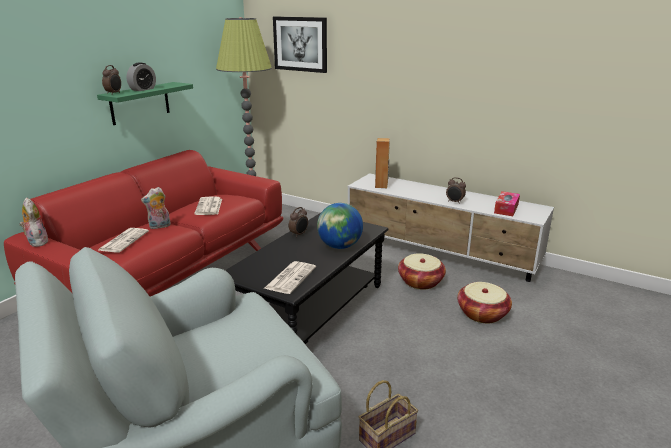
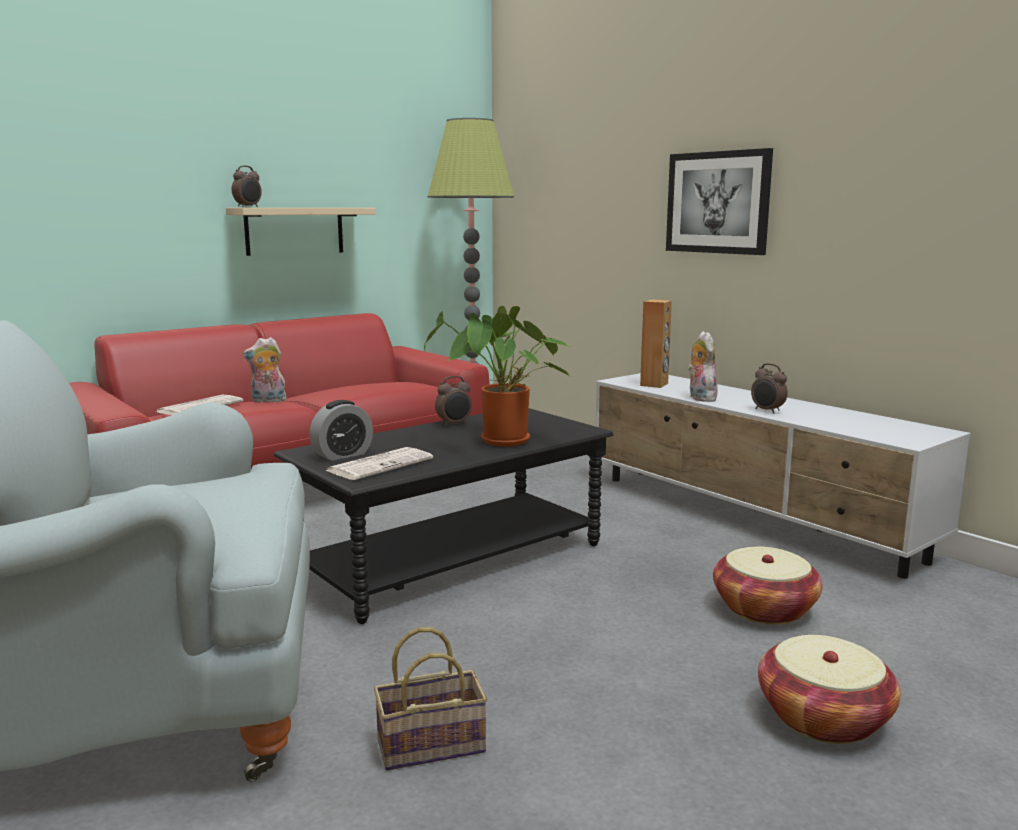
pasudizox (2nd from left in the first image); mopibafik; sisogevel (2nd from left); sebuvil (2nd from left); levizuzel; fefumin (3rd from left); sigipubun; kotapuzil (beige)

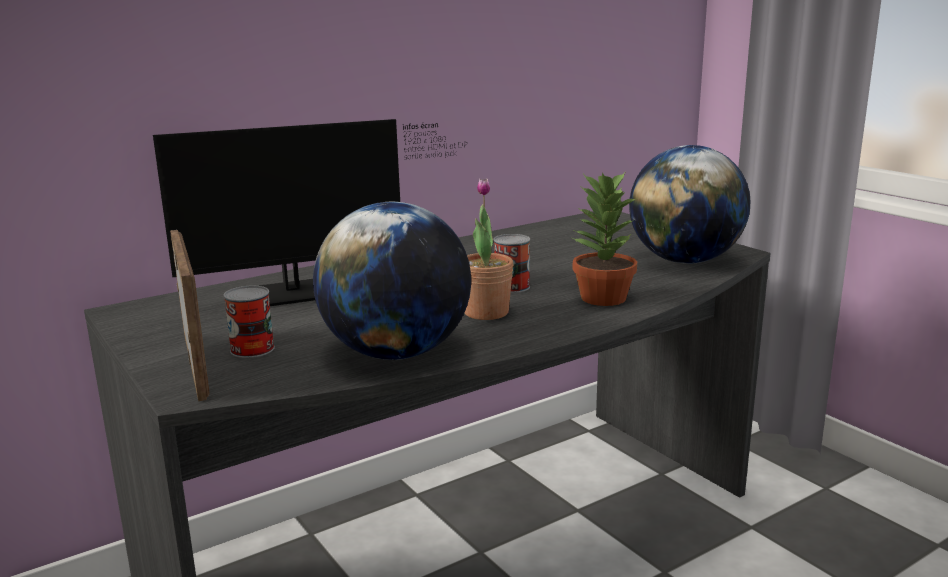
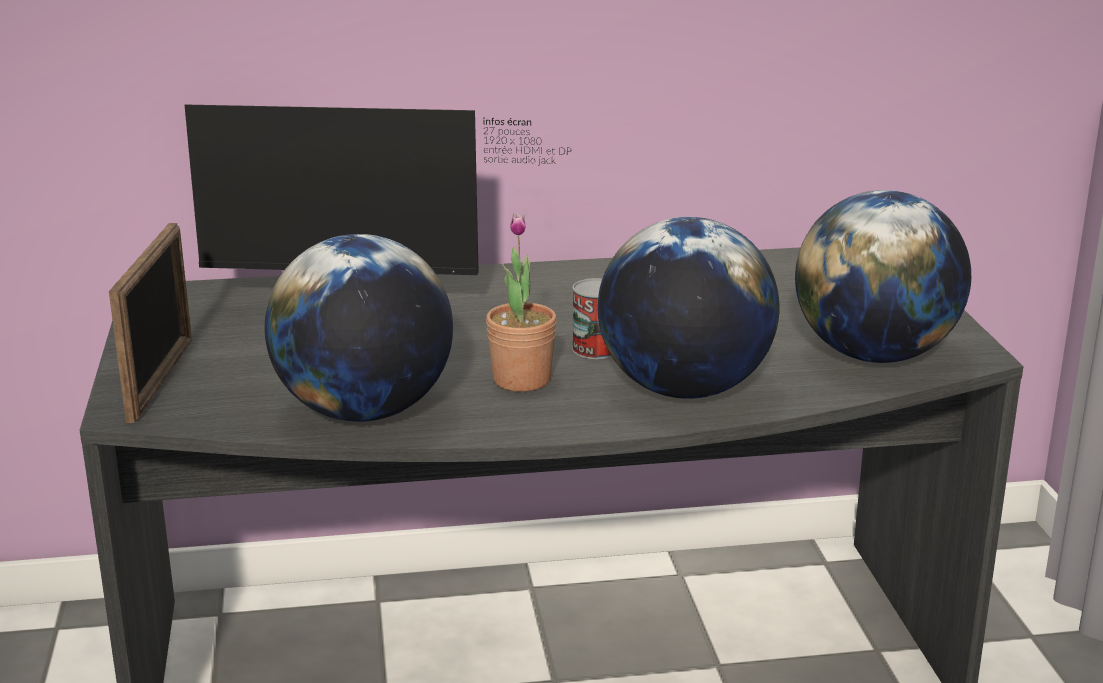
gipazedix (1st from left in the first image); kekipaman (2nd from left)

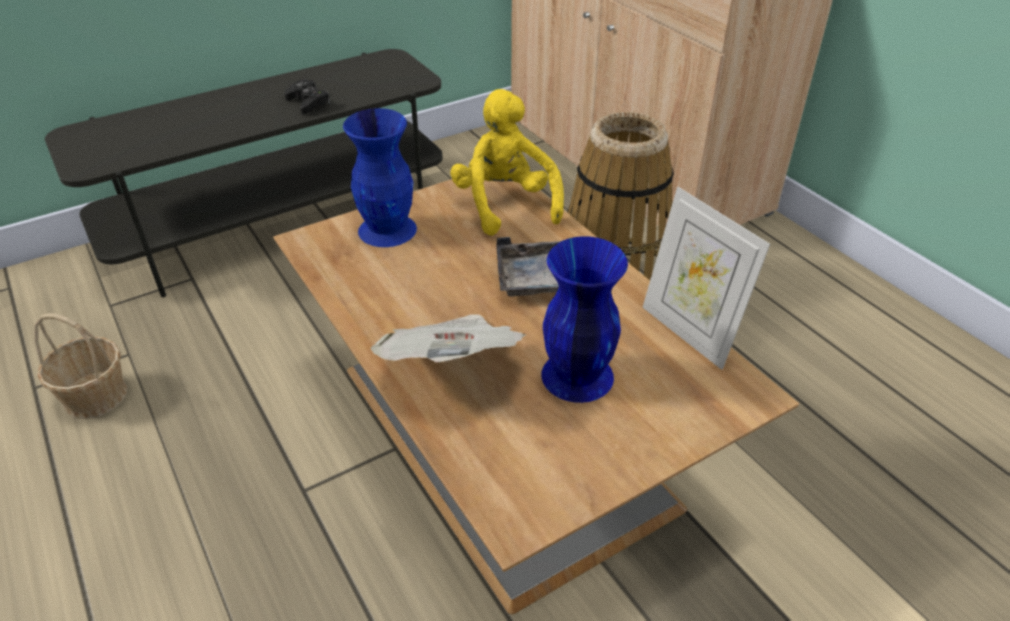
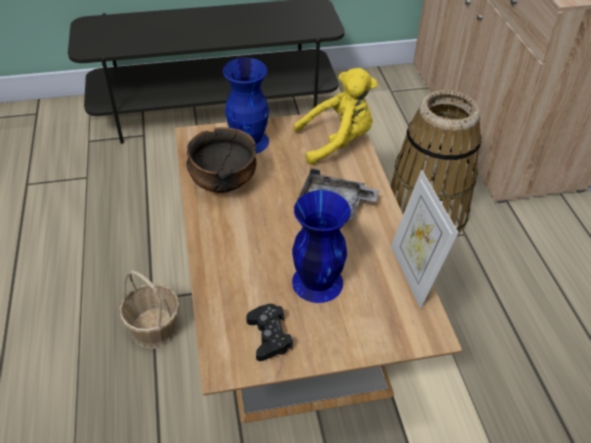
pasudizox; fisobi; fefumin (1st from left); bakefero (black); sisogevel (yellow)

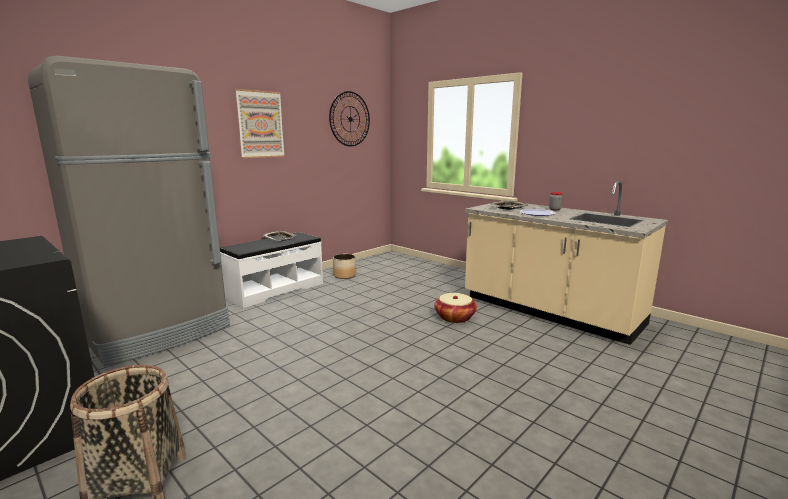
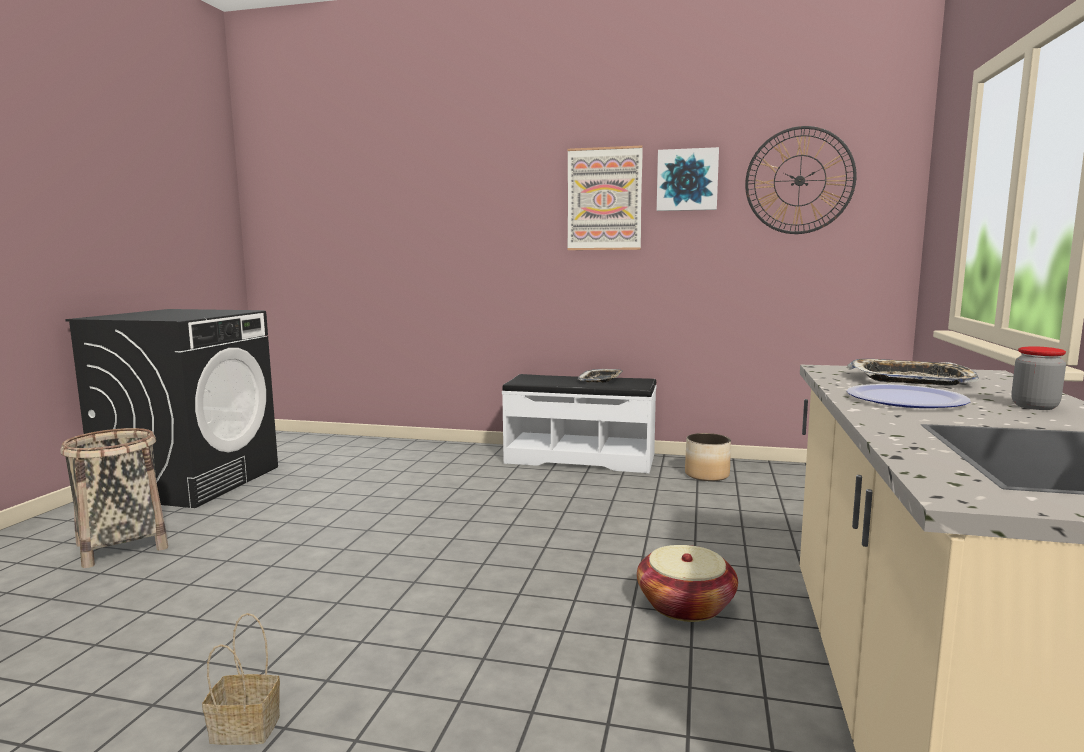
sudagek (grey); fefumin (2nd from left); levizuzel (2nd from left)

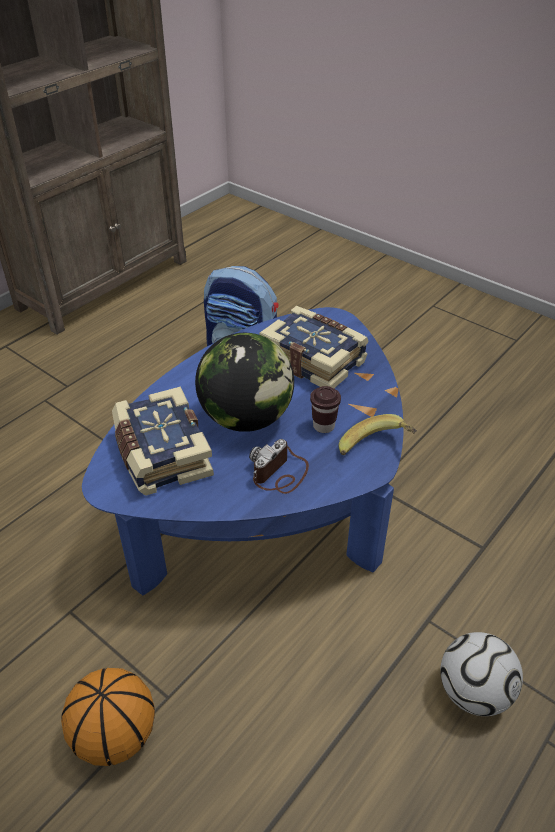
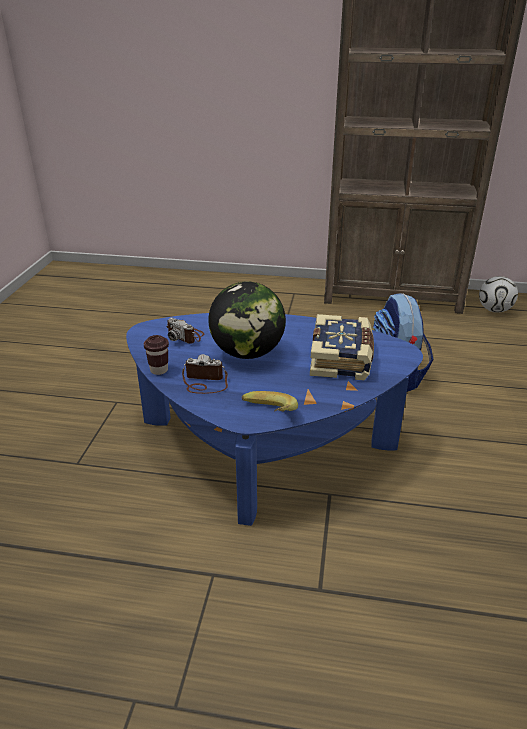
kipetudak; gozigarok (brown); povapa; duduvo (1st from left)

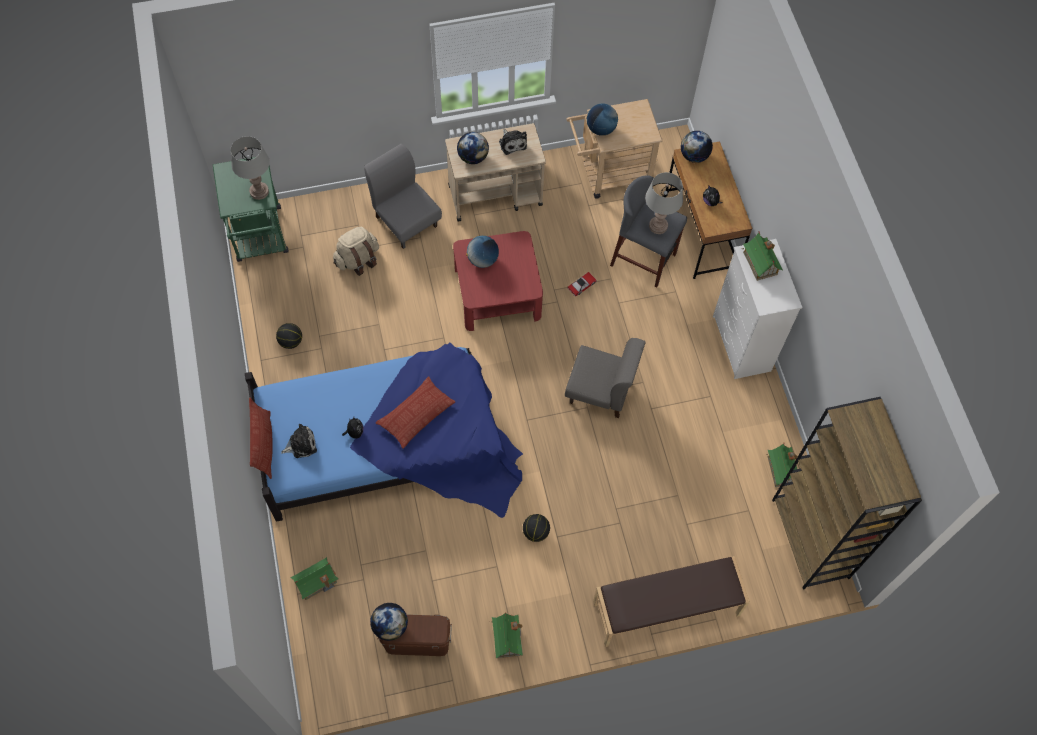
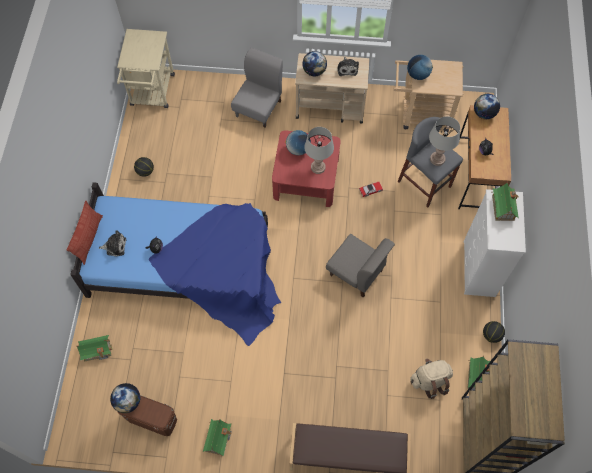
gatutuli (2nd from left in the first image); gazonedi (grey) (1st from left); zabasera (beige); kipetudak (2nd from left); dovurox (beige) (1st from left); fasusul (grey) (1st from left)

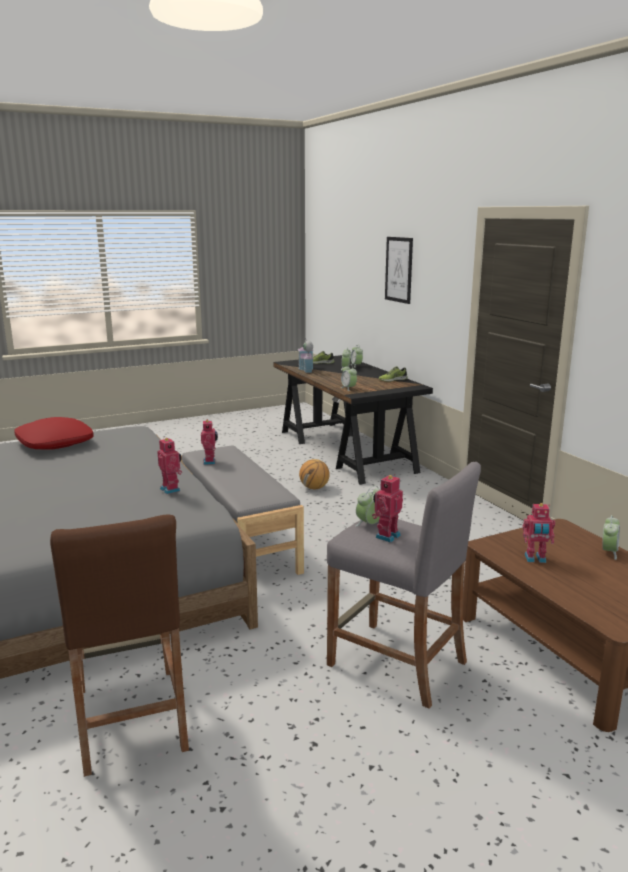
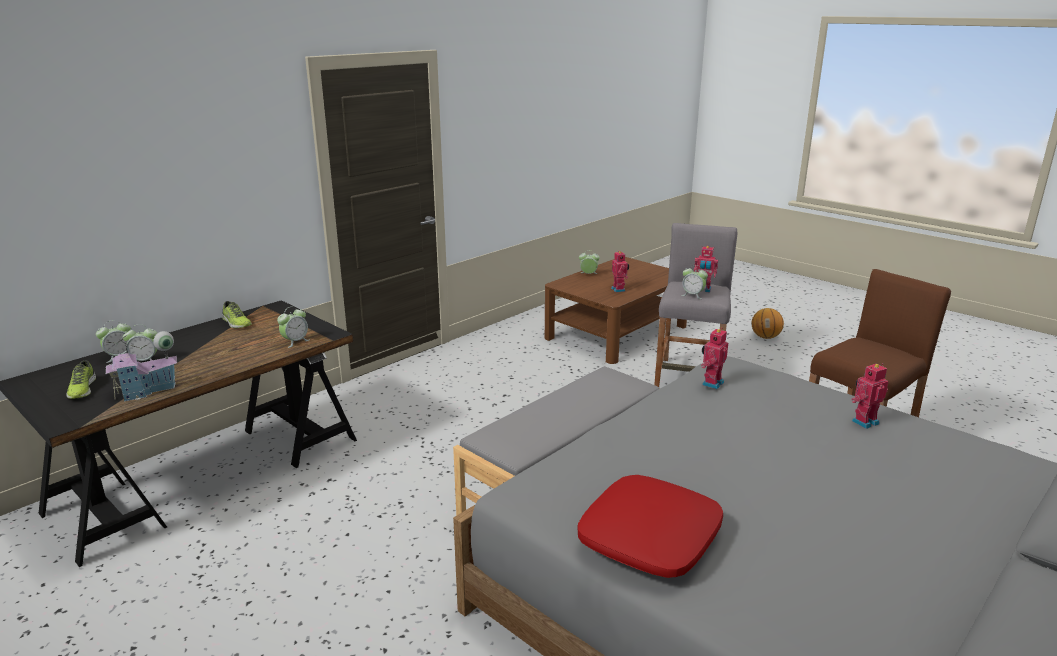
levizuzel; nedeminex (4th from left); kipetudak

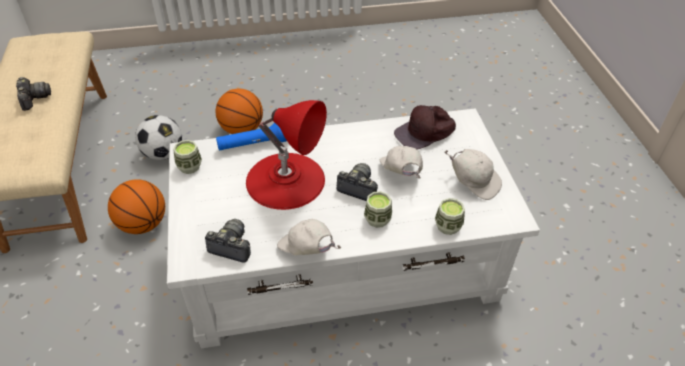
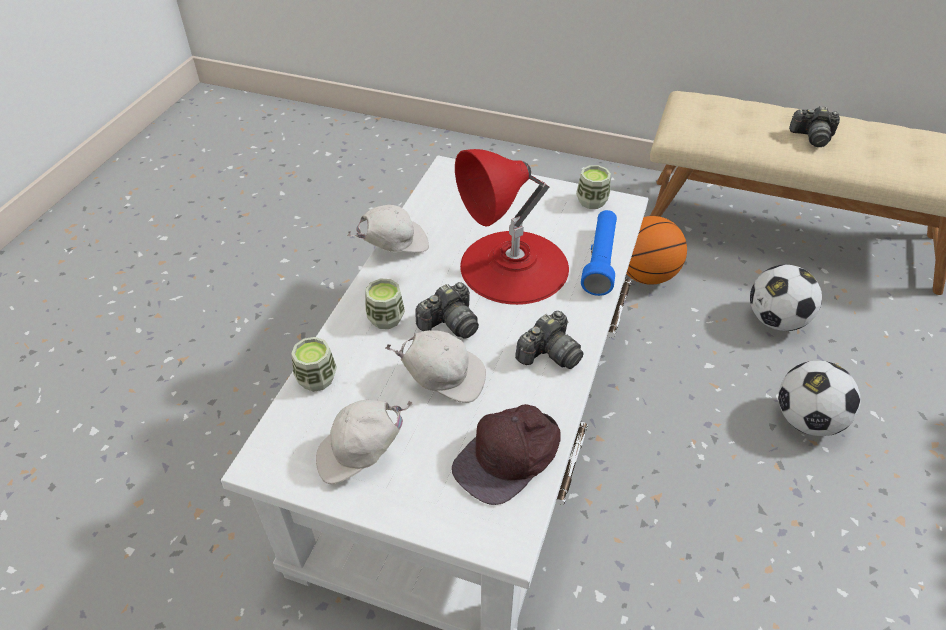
duduvo (2nd from left); povapa (2nd from left); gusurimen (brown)

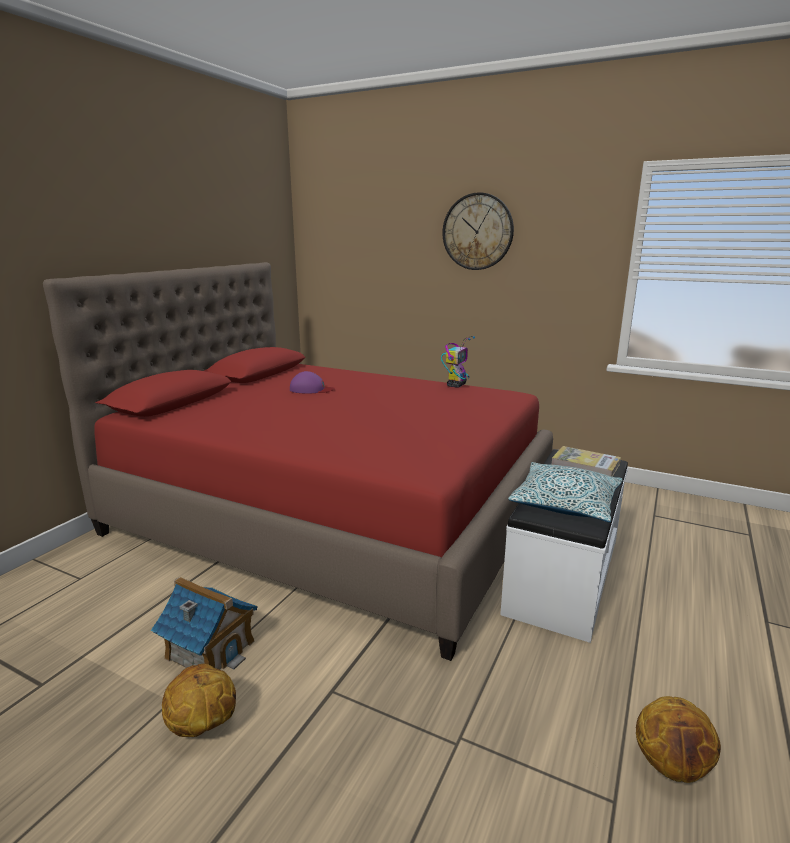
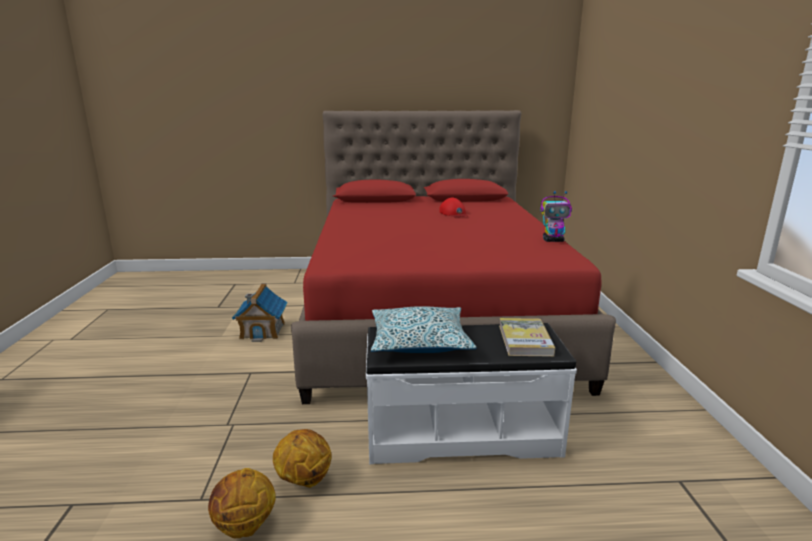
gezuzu; kipetudak (2nd from left); gusurimen (red)

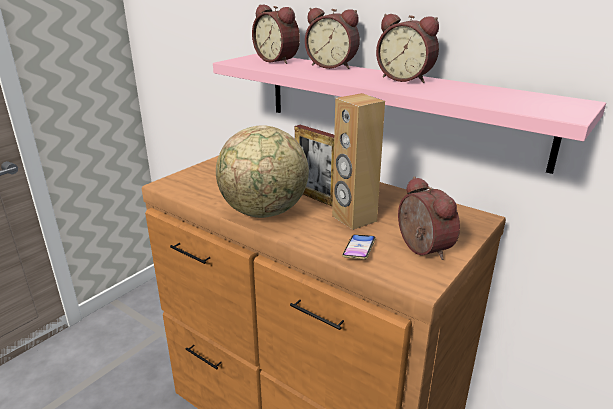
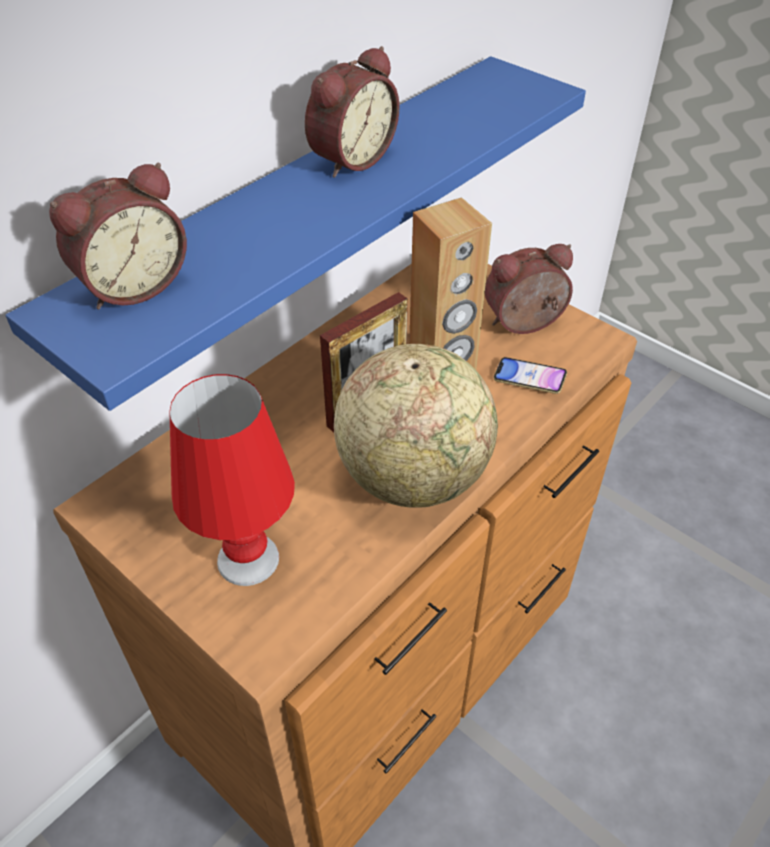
sebuvil (2nd from left in the first image); gazonedi (red); kotapuzil (blue)

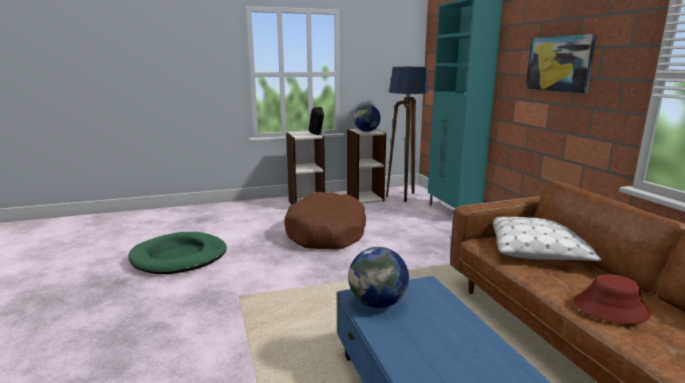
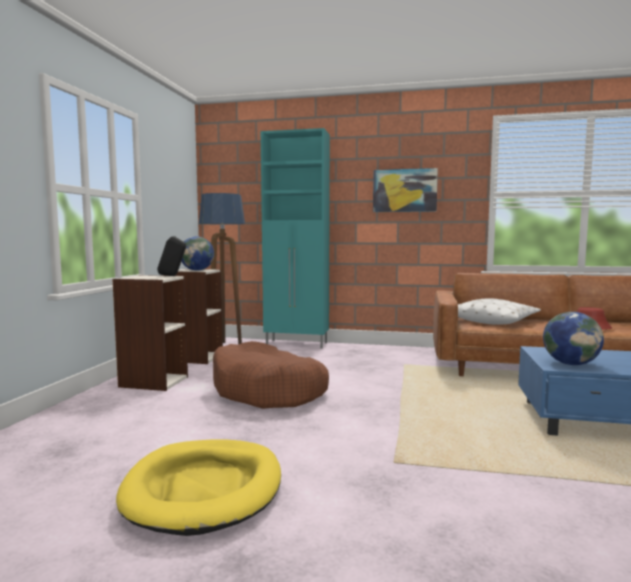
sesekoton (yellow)

